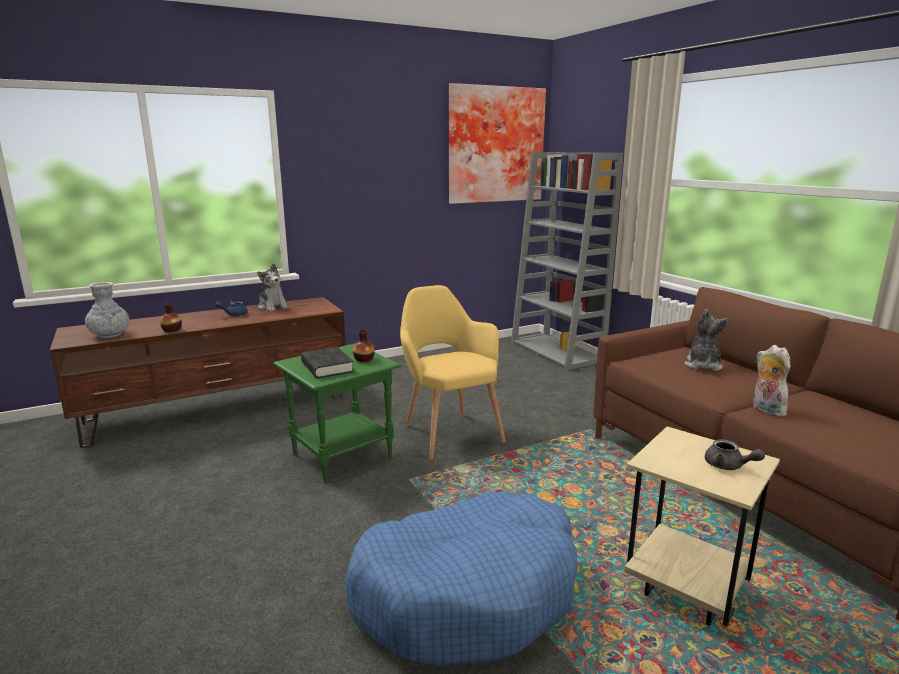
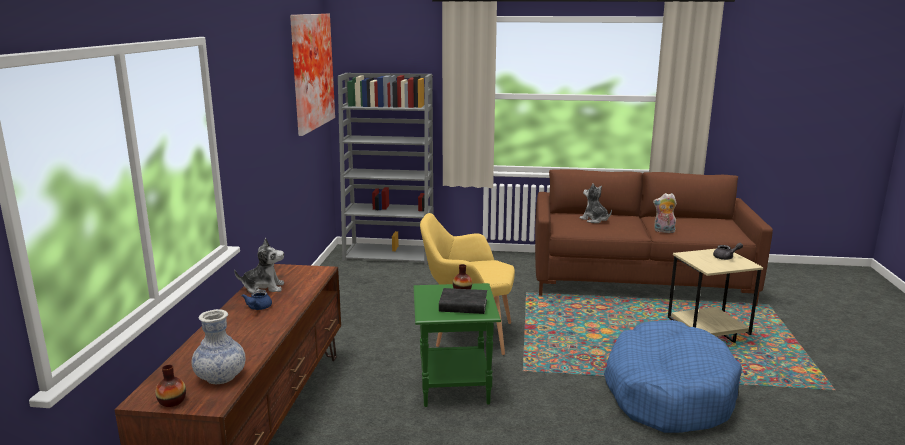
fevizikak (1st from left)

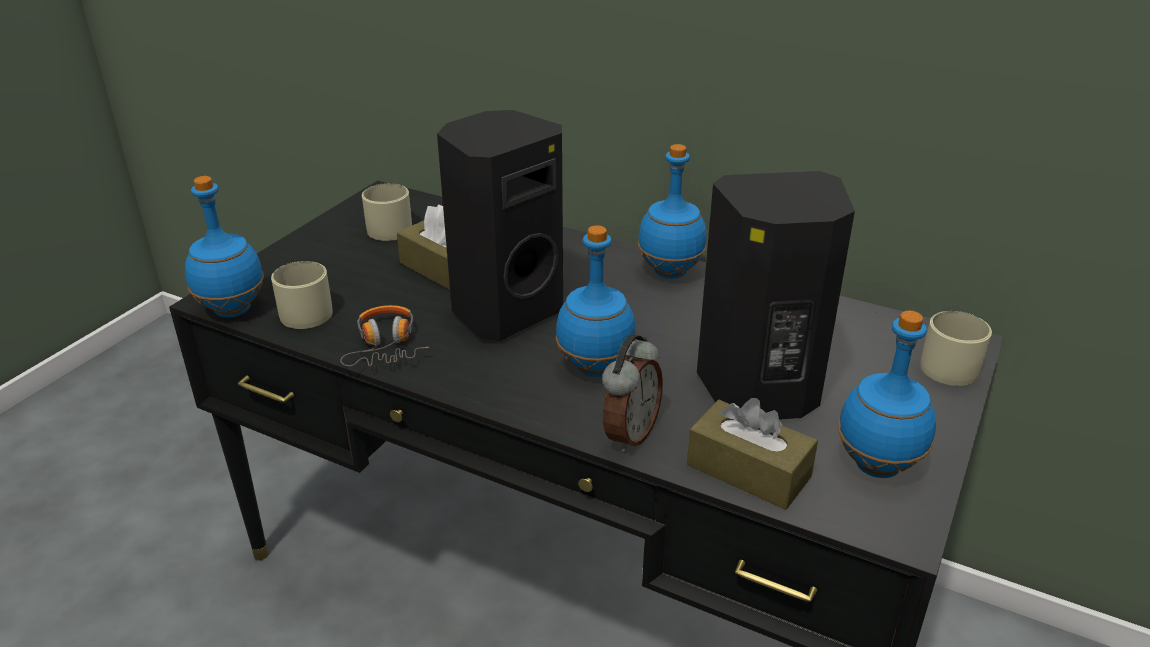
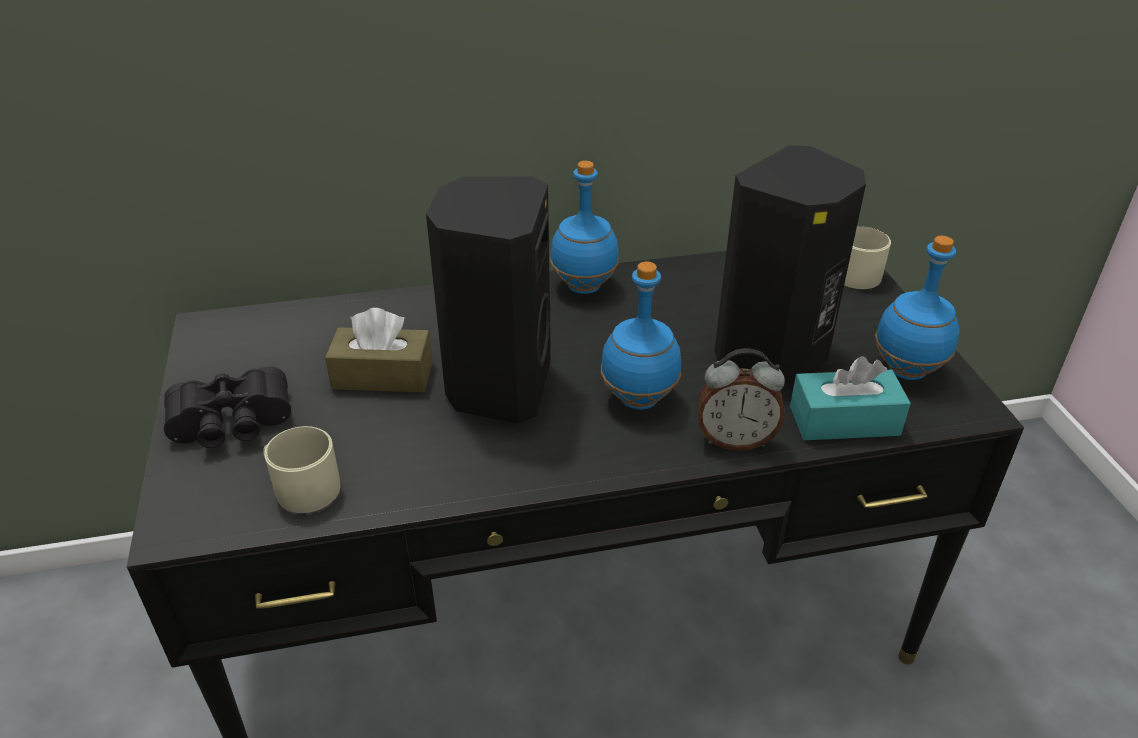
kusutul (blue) (1st from left in the first image); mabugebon; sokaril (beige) (2nd from left in the first image); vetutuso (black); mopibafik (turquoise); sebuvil

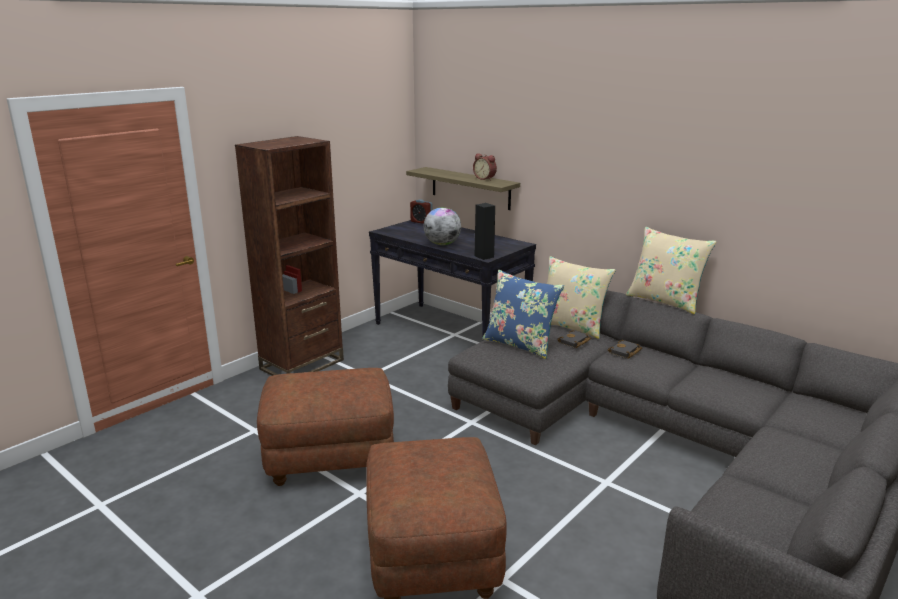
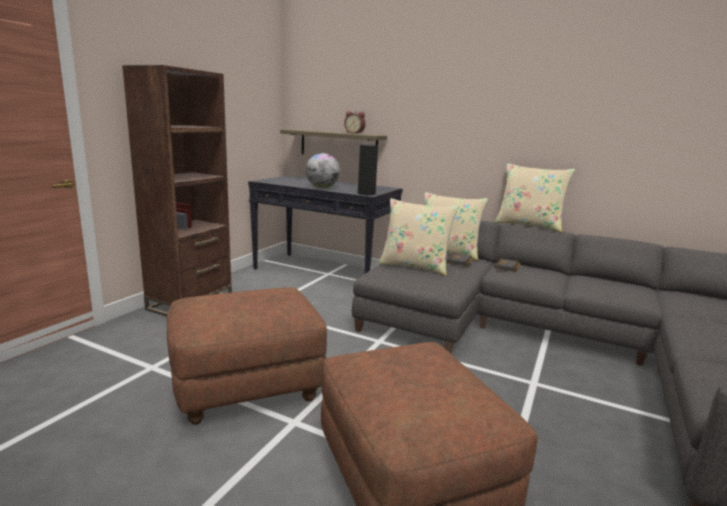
sebuvil (1st from left in the first image); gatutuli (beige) (1st from left)

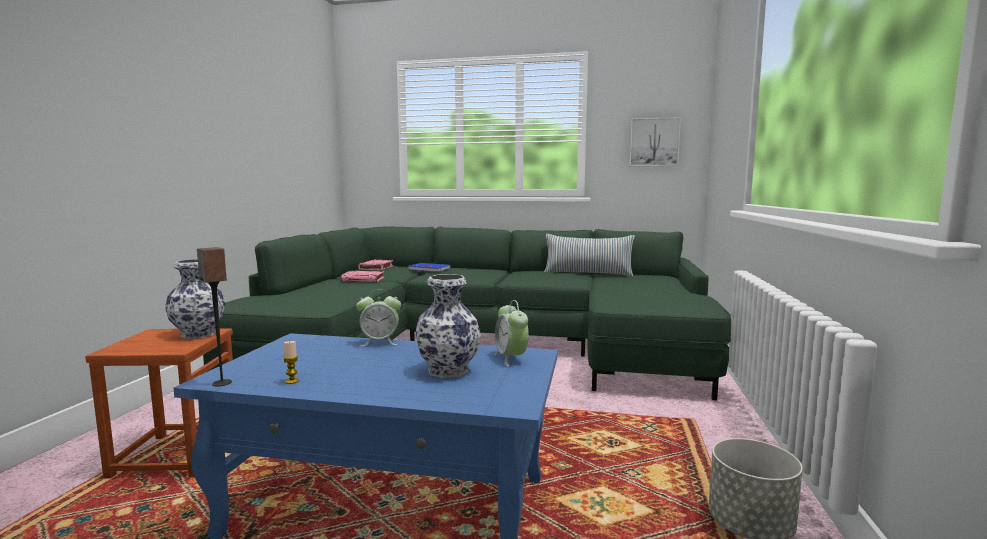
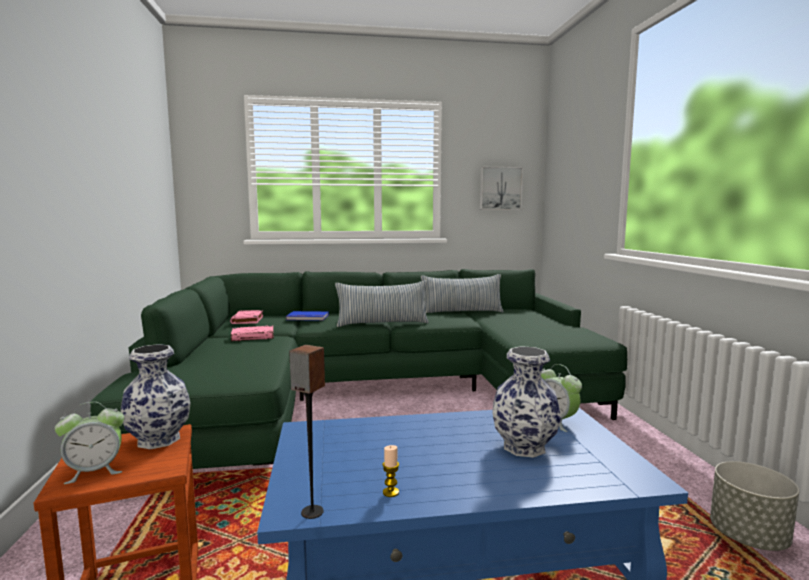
gatutuli (1st from left); sebuvil (1st from left)

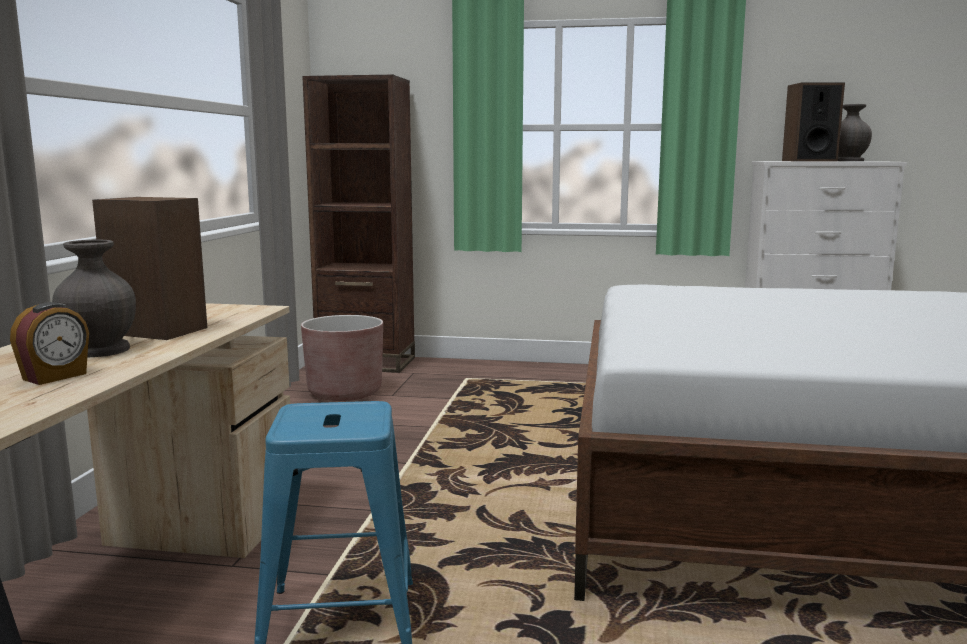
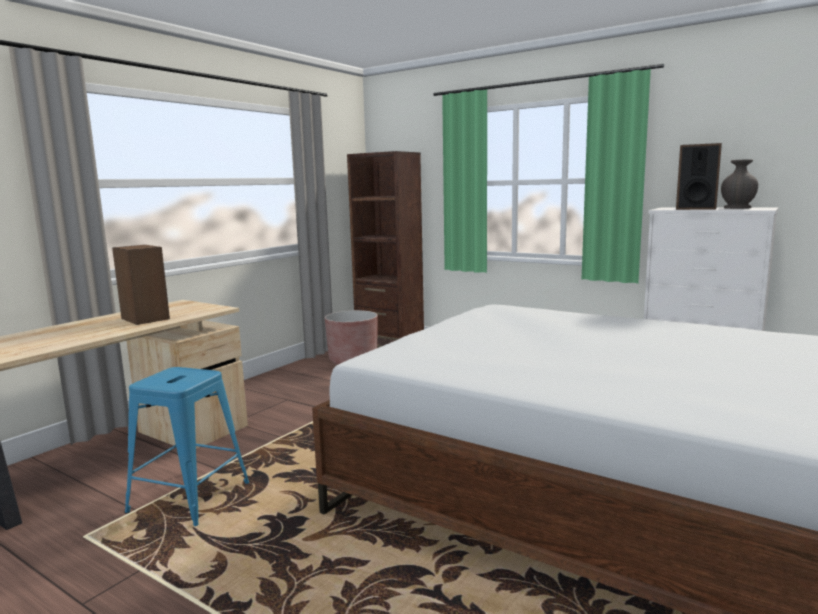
sebuvil; fevizikak (grey) (1st from left in the first image)

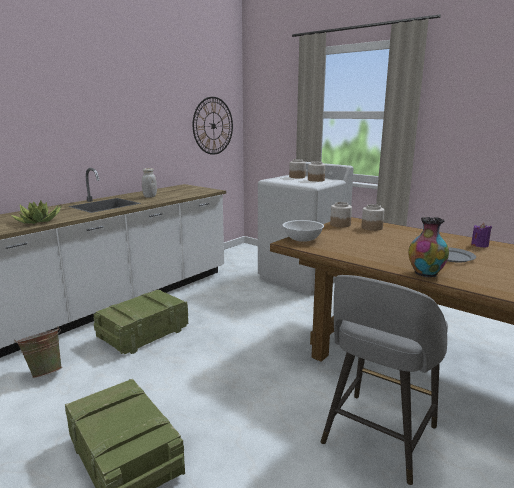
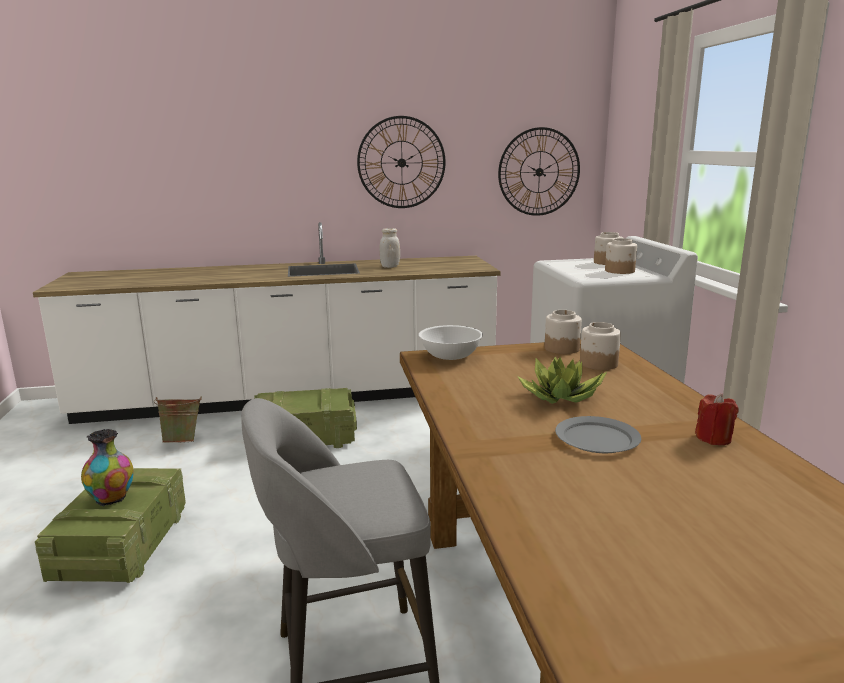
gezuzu (1st from left); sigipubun; fevizikak; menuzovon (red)

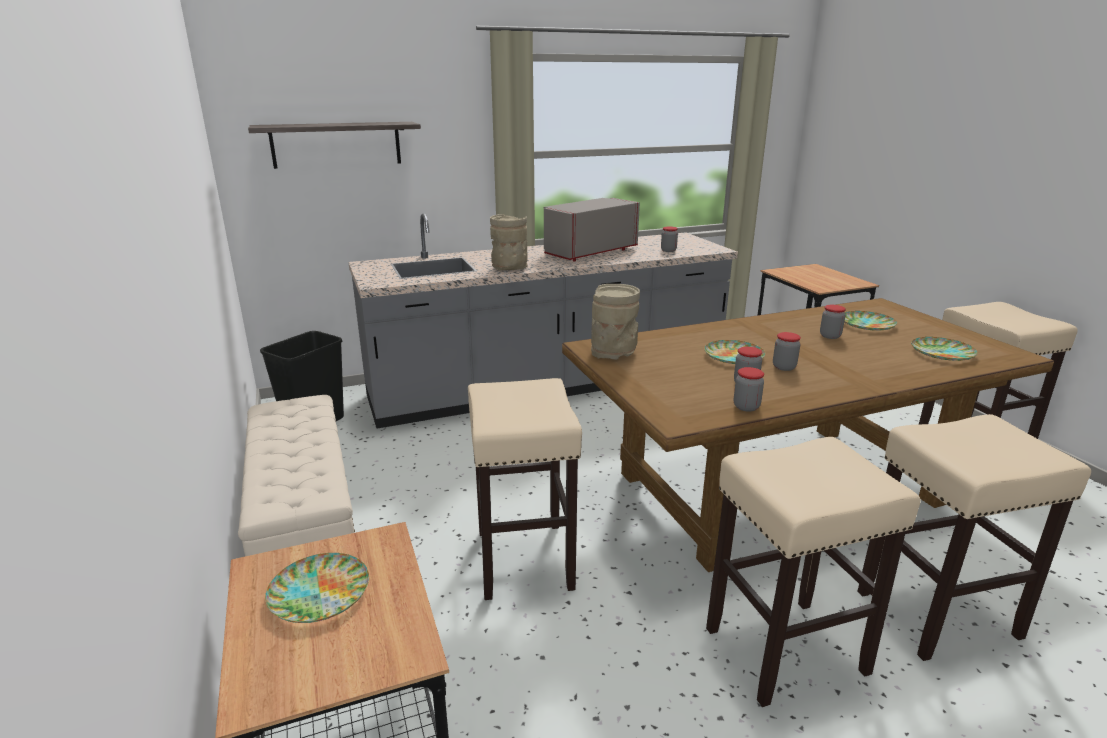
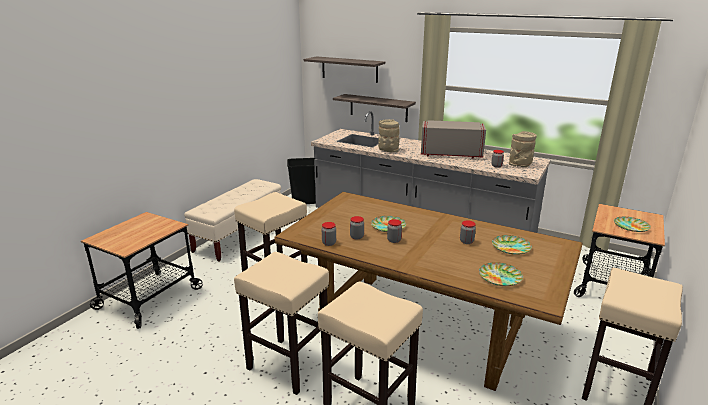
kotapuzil (2nd from left); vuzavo (4th from left); fevizikak (beige) (2nd from left)

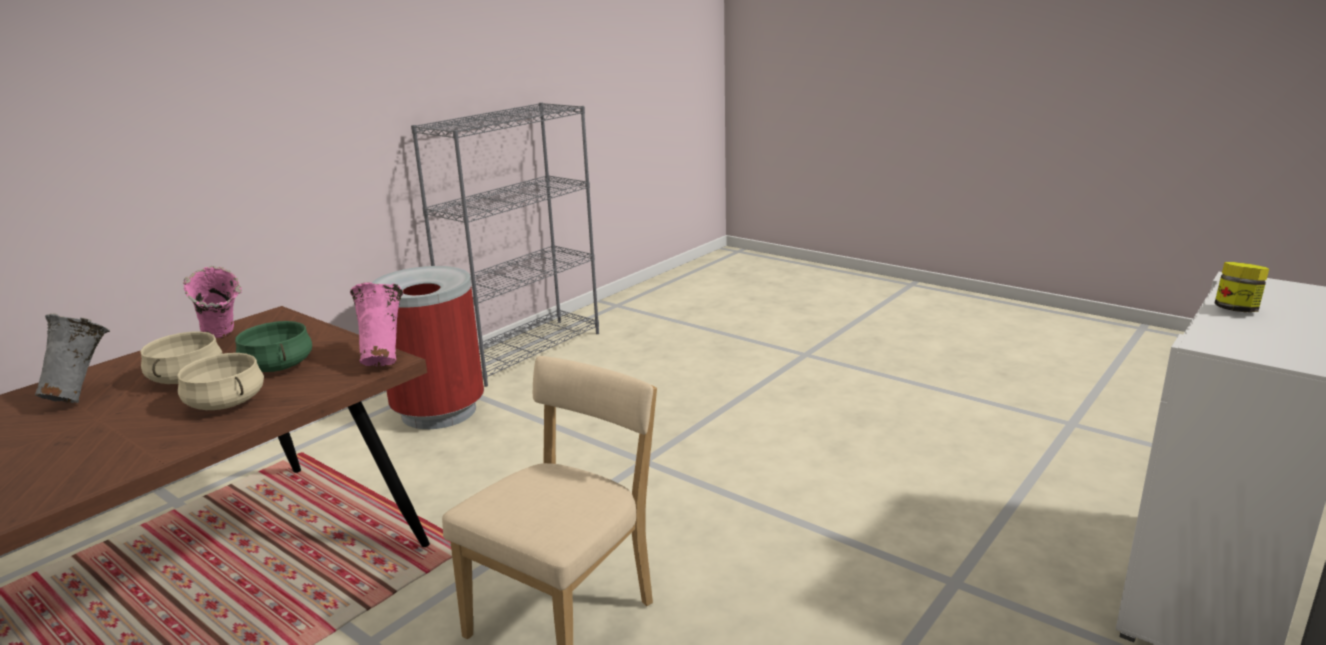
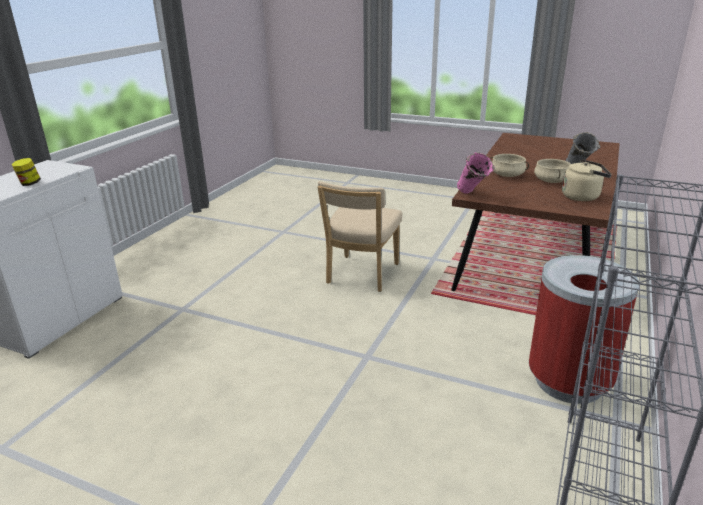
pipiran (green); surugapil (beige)

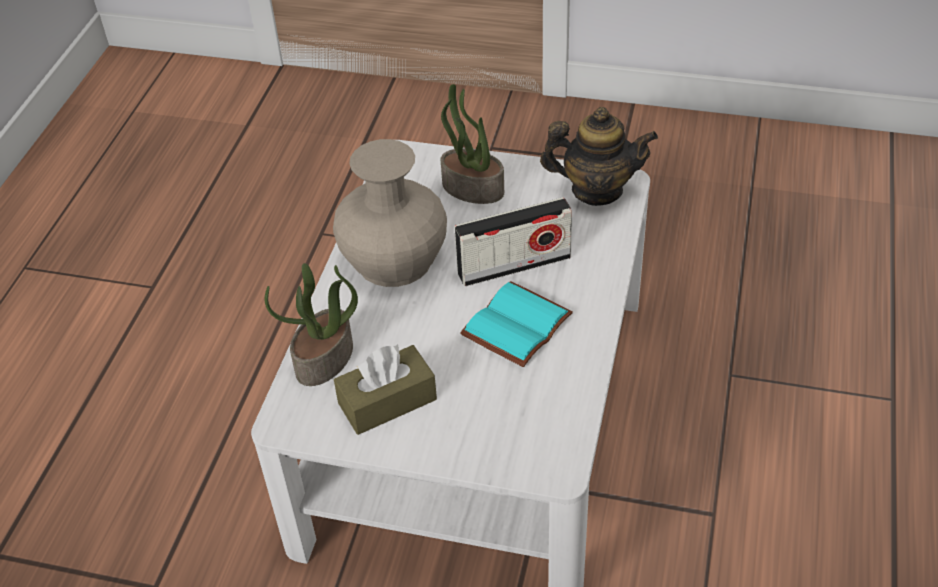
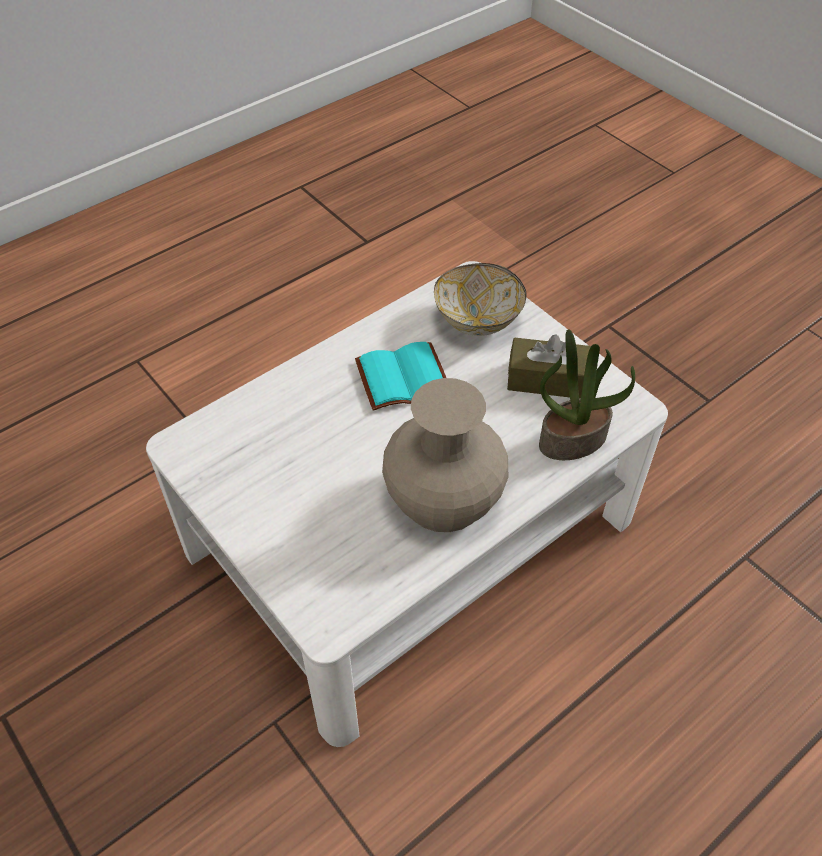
sigipubun (2nd from left in the first image); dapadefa; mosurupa; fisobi

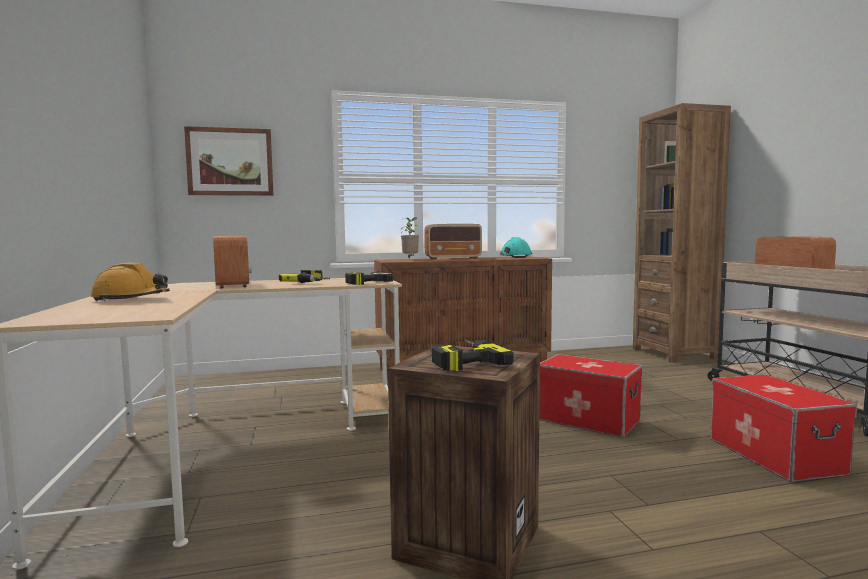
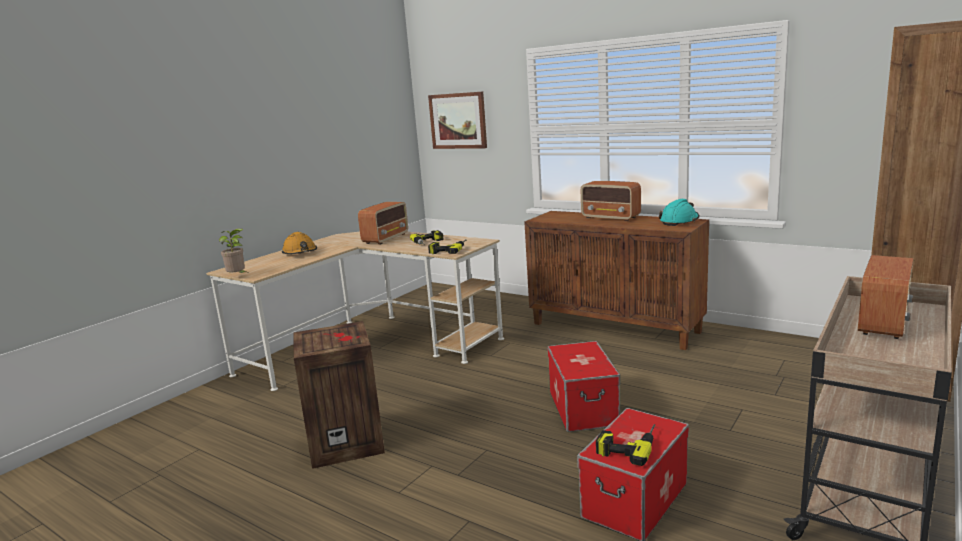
sigipubun; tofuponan (3rd from left)

